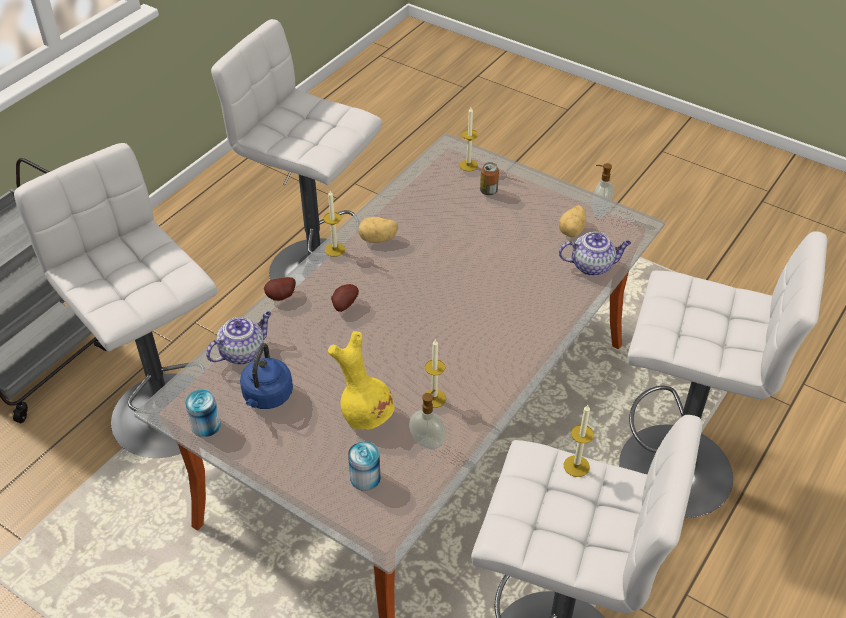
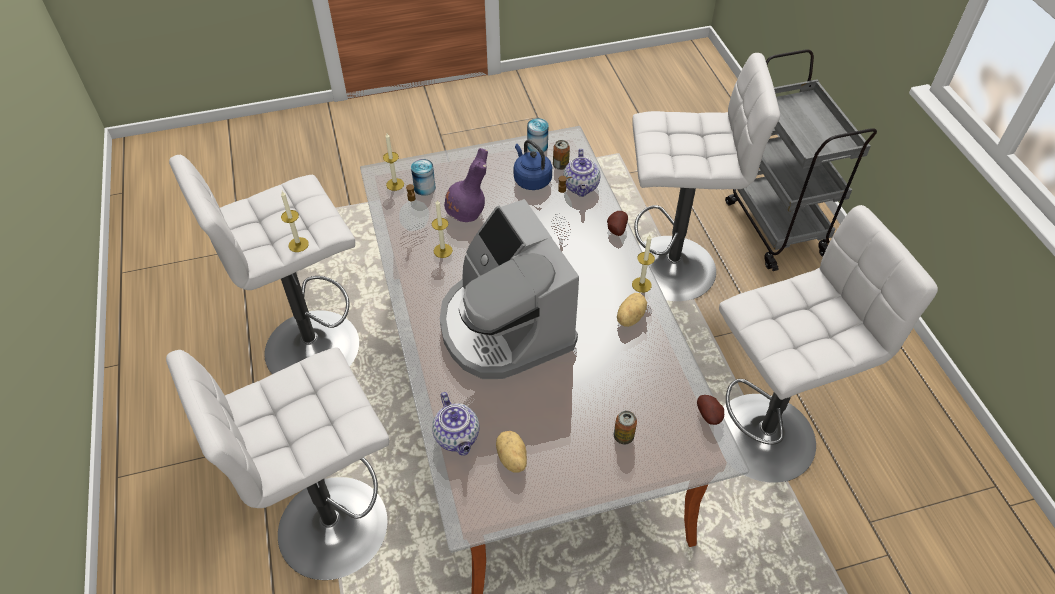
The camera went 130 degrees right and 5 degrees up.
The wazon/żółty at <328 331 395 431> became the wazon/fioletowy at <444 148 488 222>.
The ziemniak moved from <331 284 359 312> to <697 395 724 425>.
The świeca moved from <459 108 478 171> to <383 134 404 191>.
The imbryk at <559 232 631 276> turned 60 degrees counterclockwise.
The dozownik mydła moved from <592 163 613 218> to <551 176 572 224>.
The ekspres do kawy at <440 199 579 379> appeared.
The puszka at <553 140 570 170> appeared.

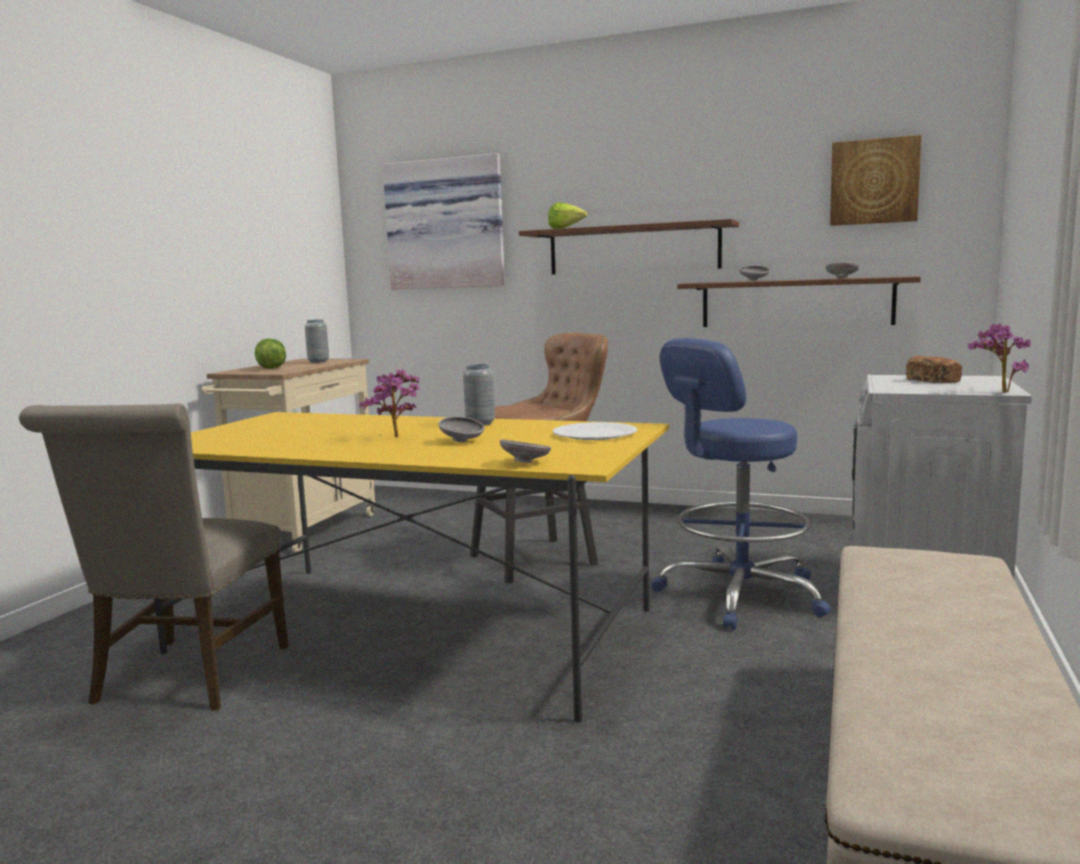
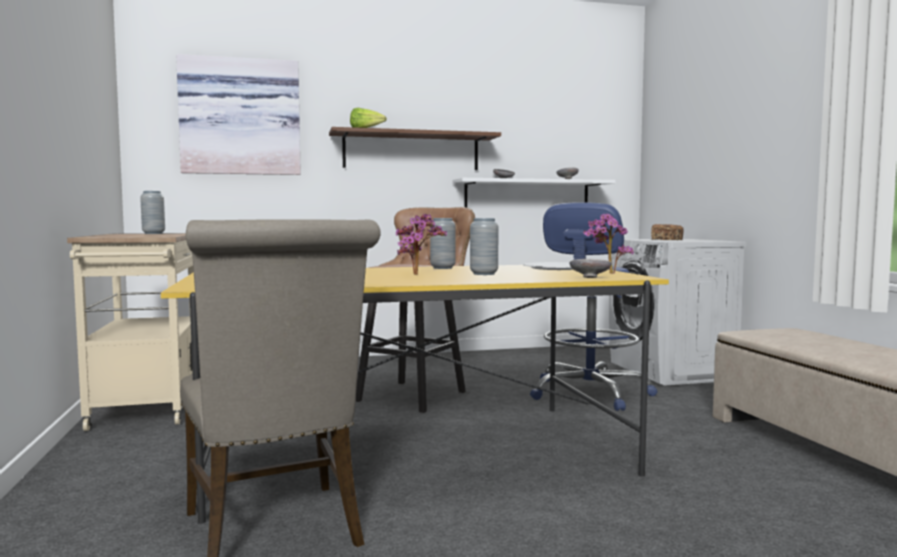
The camera went 35 degrees left and 5 degrees down.
The sałata at <255 338 286 369> disappeared.
The miska/szary at <439 417 485 442> was replaced by the wazon/szary at <470 218 498 275>.
The półka/brązowy at <677 276 921 327> became the półka/biały at <453 178 616 208>.
The obraz at <830 135 922 226> disappeared.
The roślina doniczkowa moved from <968 323 1031 393> to <583 213 634 274>.

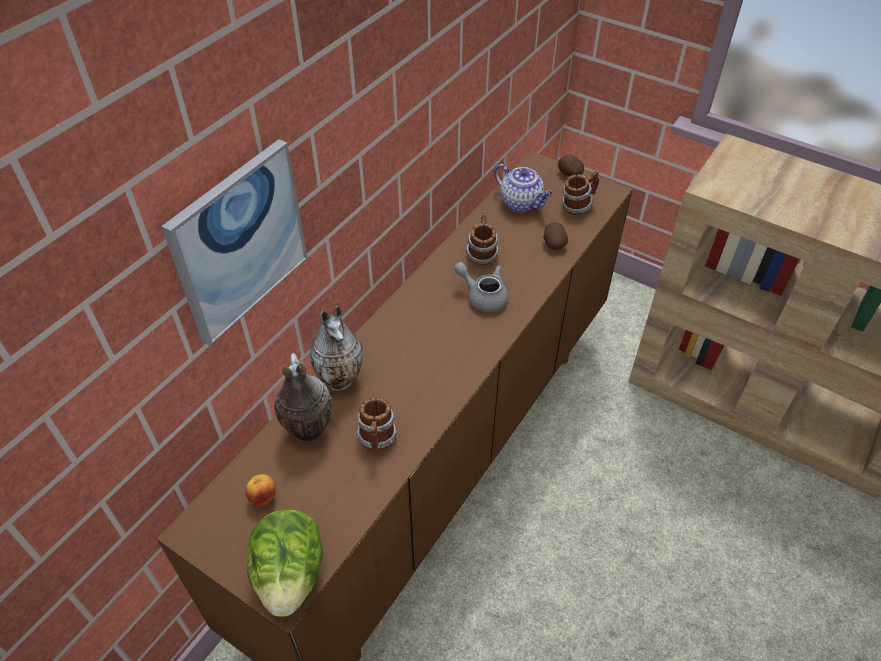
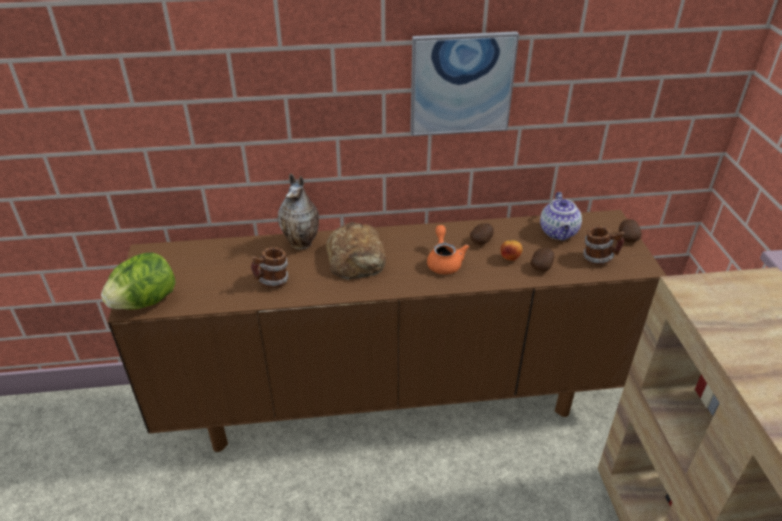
The camera went 50 degrees right and 10 degrees down.
The obraz moved from <161 139 307 346> to <410 31 519 136>.
The jabłko moved from <245 474 276 507> to <501 240 522 261>.
The wazon at <274 353 332 442> disappeared.
The imbryk/szary at <454 262 508 312> became the imbryk/pomarańczowy at <427 225 469 274>.
The kubek at <465 211 499 265> was replaced by the ziemniak at <470 223 494 245>.
The chleb at <326 222 386 280> appeared.

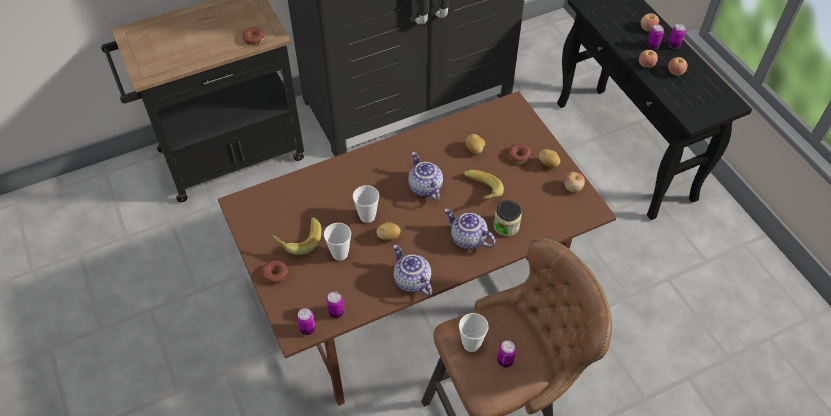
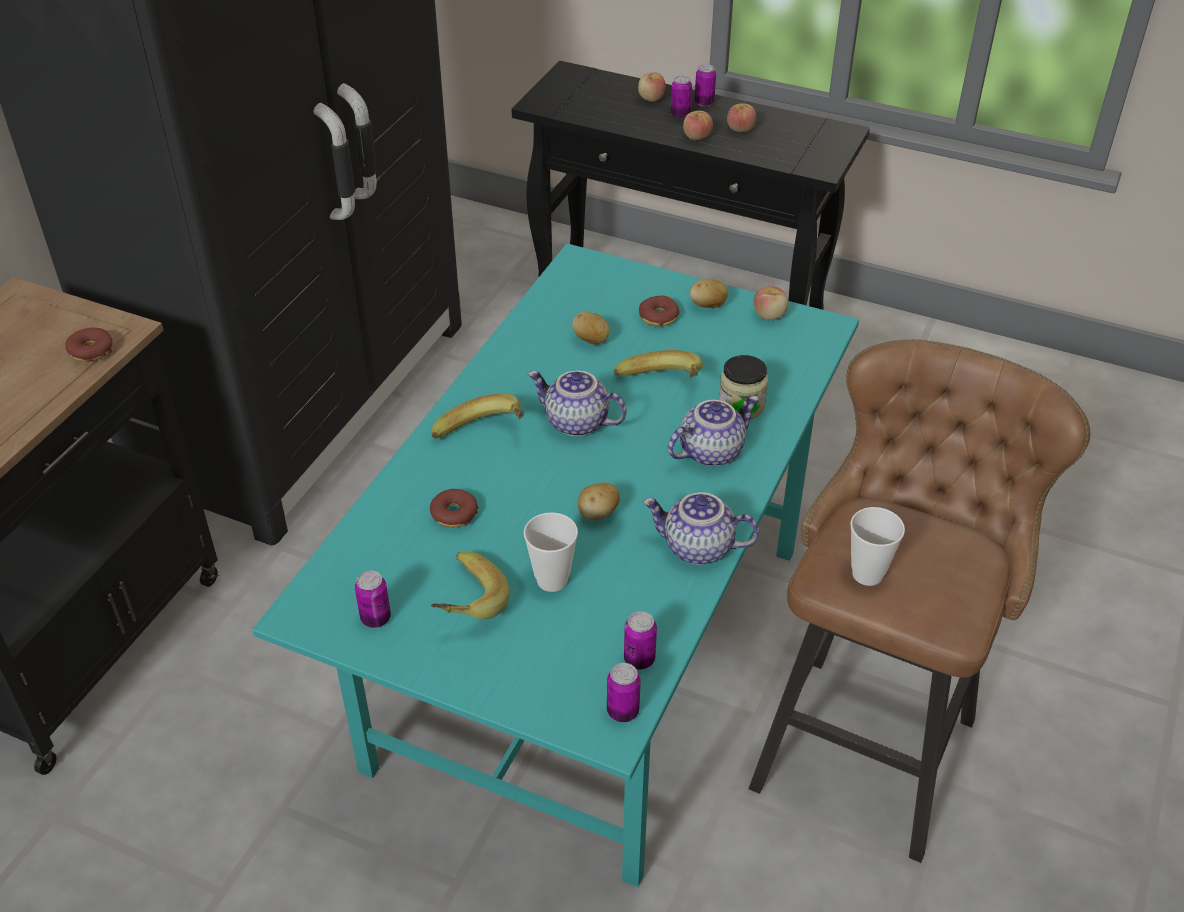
The camera went 40 degrees left and 10 degrees down.
The stół jadalny/brązowy at <218 91 617 406> became the stół jadalny/turkusowy at <252 243 859 887>.
The donut moved from <262 260 288 284> to <430 489 478 527>.
The filiżanka at <353 185 379 223> disappeared.
The imbryk at <445 208 496 249> turned 150 degrees clockwise.
The puszka moved from <497 340 516 367> to <355 571 391 628>.
The banan at <431 393 524 439> appeared.

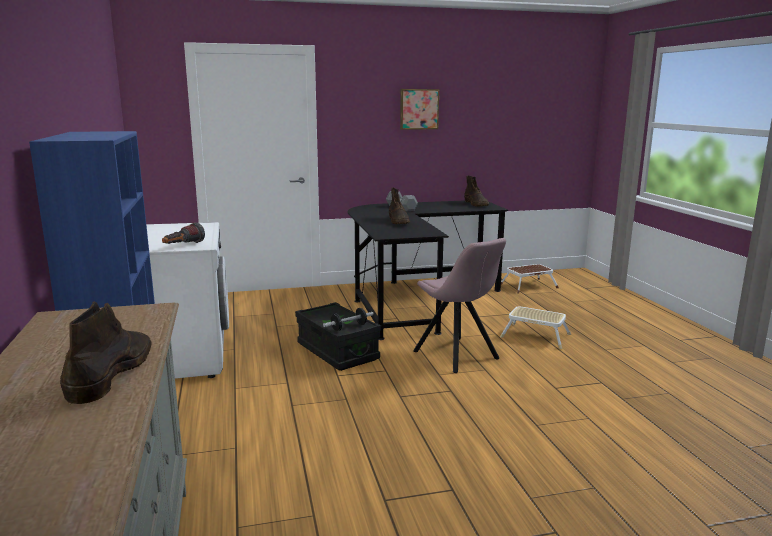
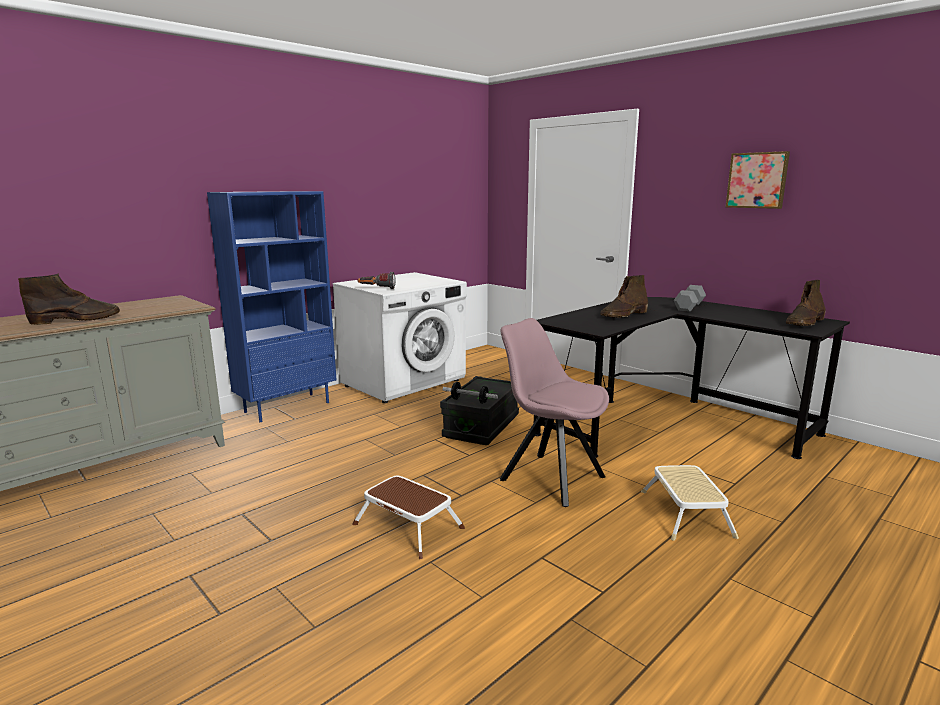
The camera went 60 degrees right and 0 degrees up.
The krzesło/różowy at <413 238 506 373> turned 105 degrees clockwise.
The drabinka/brązowy moved from <501 264 559 294> to <353 476 465 559>.

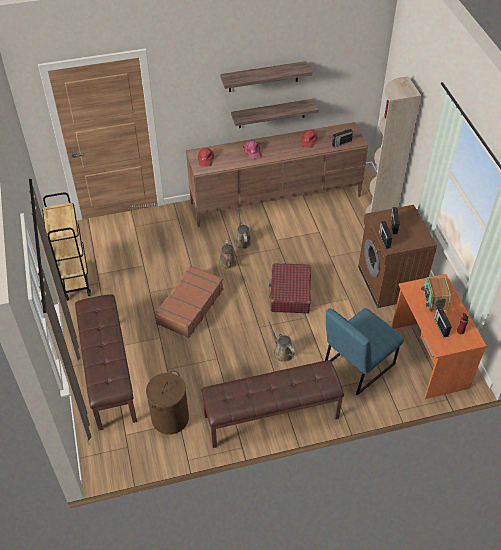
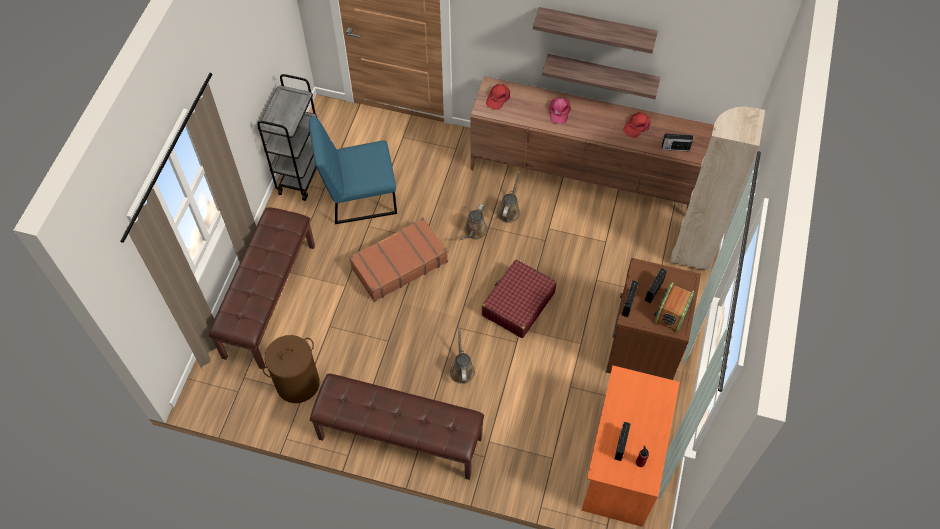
The camera went 30 degrees right and 10 degrees up.
The wózek/brązowy at <42 193 91 301> became the wózek/szary at <257 74 317 201>.
The krzesło/niebieski moved from <325 308 404 395> to <309 117 397 224>.
The radio moved from <421 276 451 312> to <654 282 694 332>.

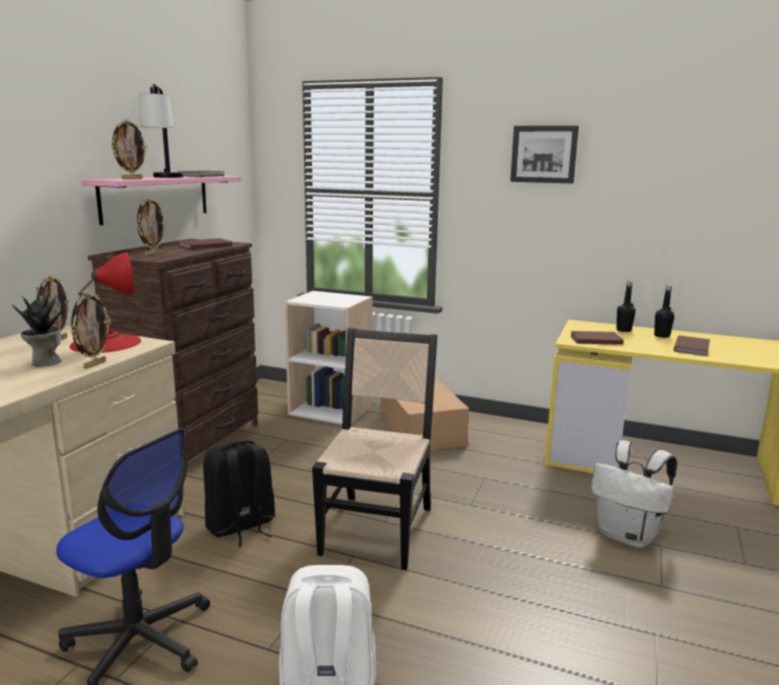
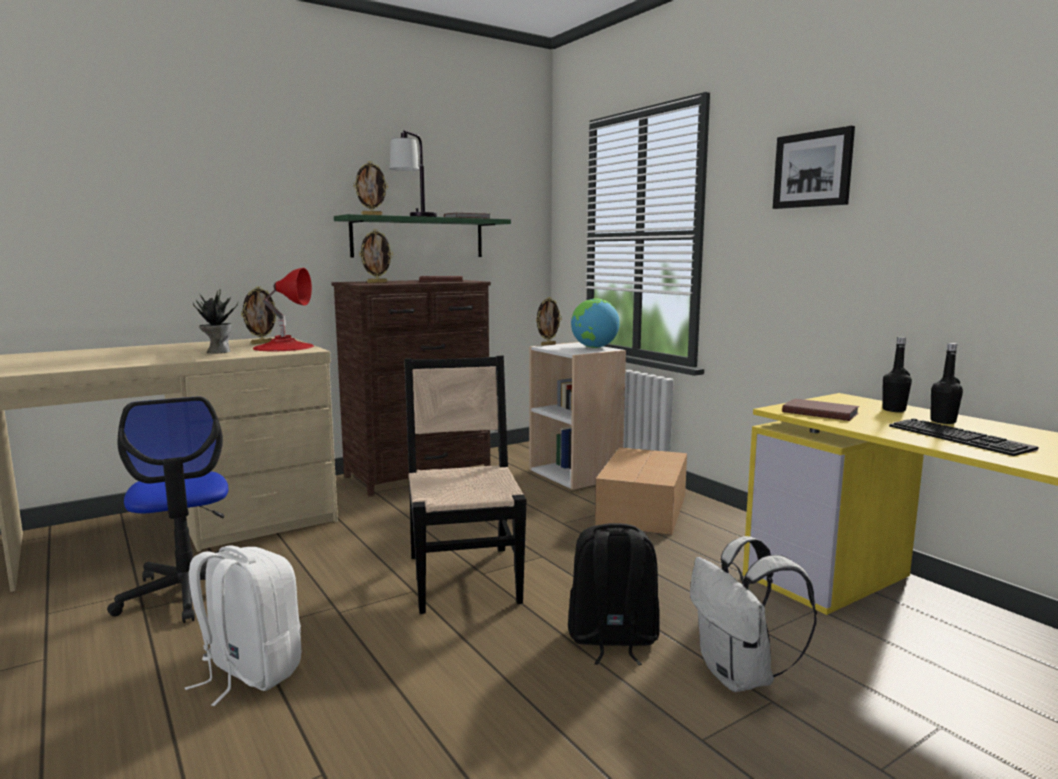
The camera went 35 degrees right and 5 degrees down.
The ramka na zdjęcie moved from <71 291 111 369> to <536 297 562 346>.
The półka/różowy at <81 176 242 225> became the półka/zielony at <334 214 511 257>.
The plecak/czarny moved from <203 440 276 547> to <568 523 660 665>.
The krzesło at <312 328 437 570> turned 60 degrees counterclockwise.
The książka/brązowy at <674 335 710 356> was replaced by the klawiatura at <889 418 1038 456>.
The globus at <571 298 620 348> appeared.

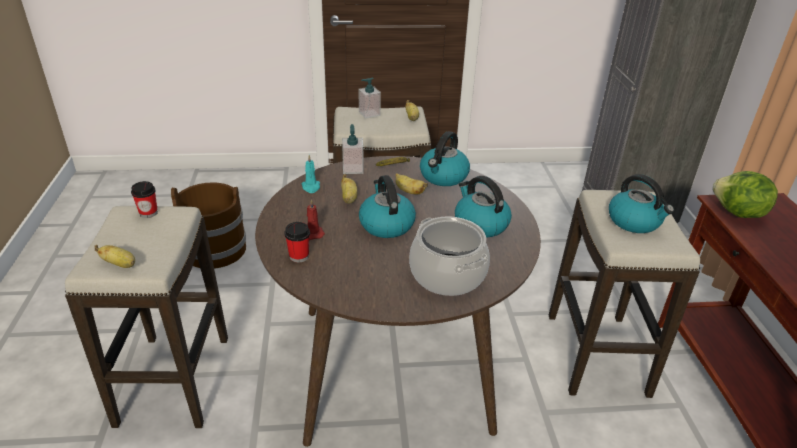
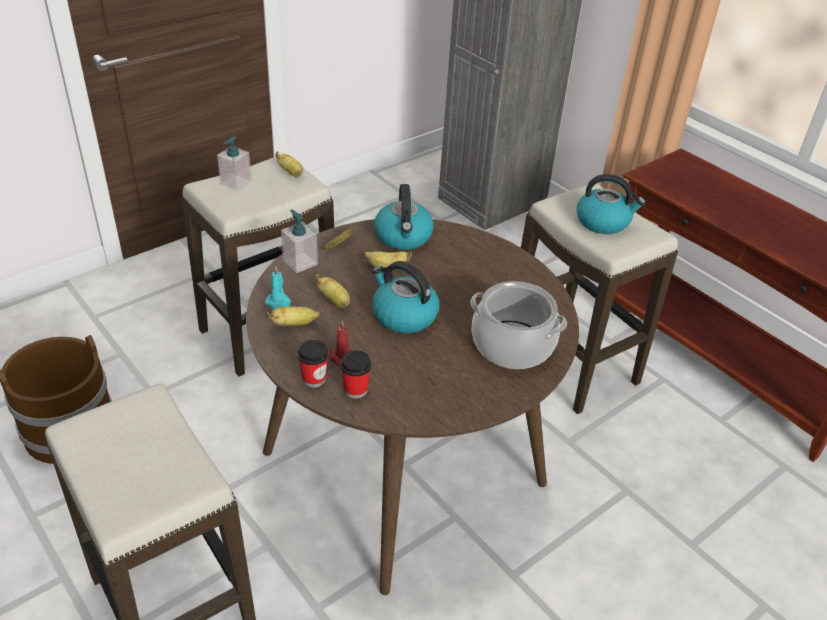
The camera went 35 degrees left and 5 degrees up.
The banan moved from <94 245 135 268> to <266 307 320 326>.
The filiżanka moved from <131 181 158 218> to <298 340 329 387>.
The czajnik at <455 176 512 238> disappeared.
The sałata at <712 171 778 218> disappeared.

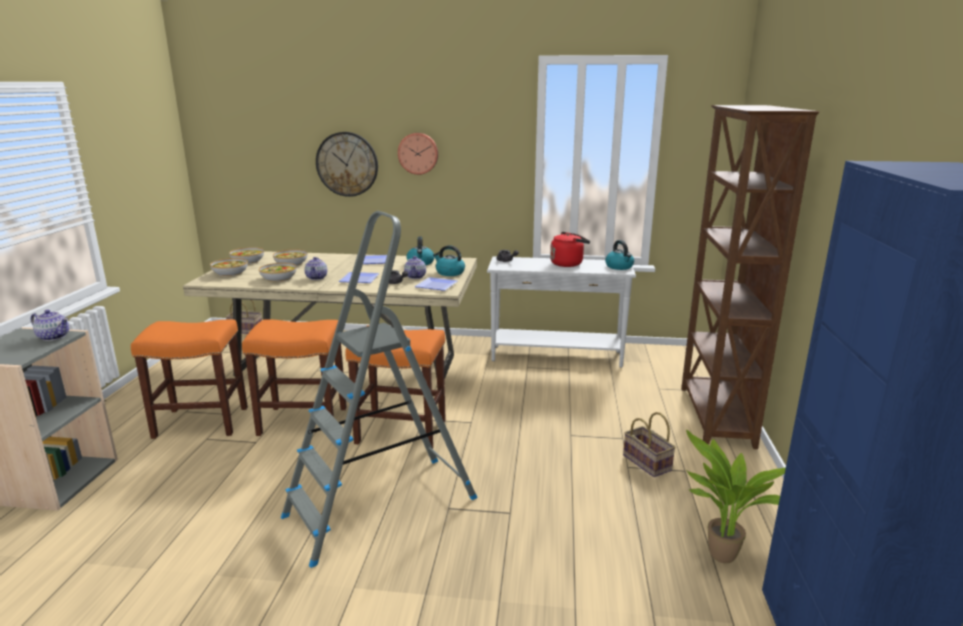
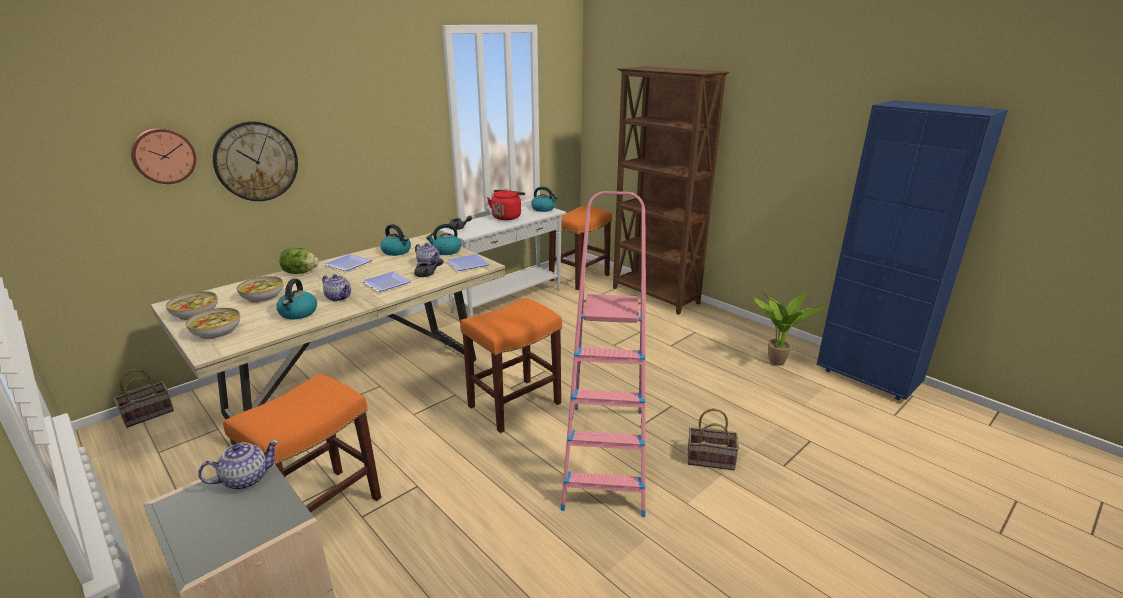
The camera went 50 degrees left and 5 degrees up.
The stołek/pomarańczowy moved from <242 319 347 436> to <549 206 612 290>.
The miska at <259 263 296 282> was replaced by the czajnik at <276 279 317 319>.
The drabinka/szary at <281 211 477 568> became the drabinka/różowy at <561 191 646 517>.
The zegar ścienny moved from <398 133 438 175> to <131 128 196 184>.
The koszyk moved from <623 412 676 477> to <688 408 739 470>.
The sałata at <279 247 319 274> appeared.

